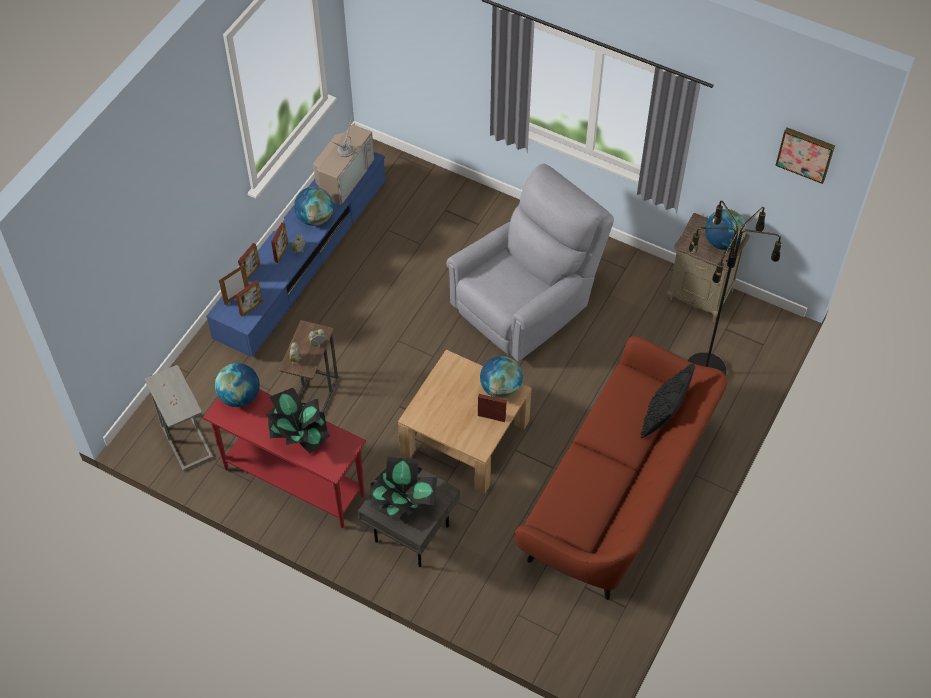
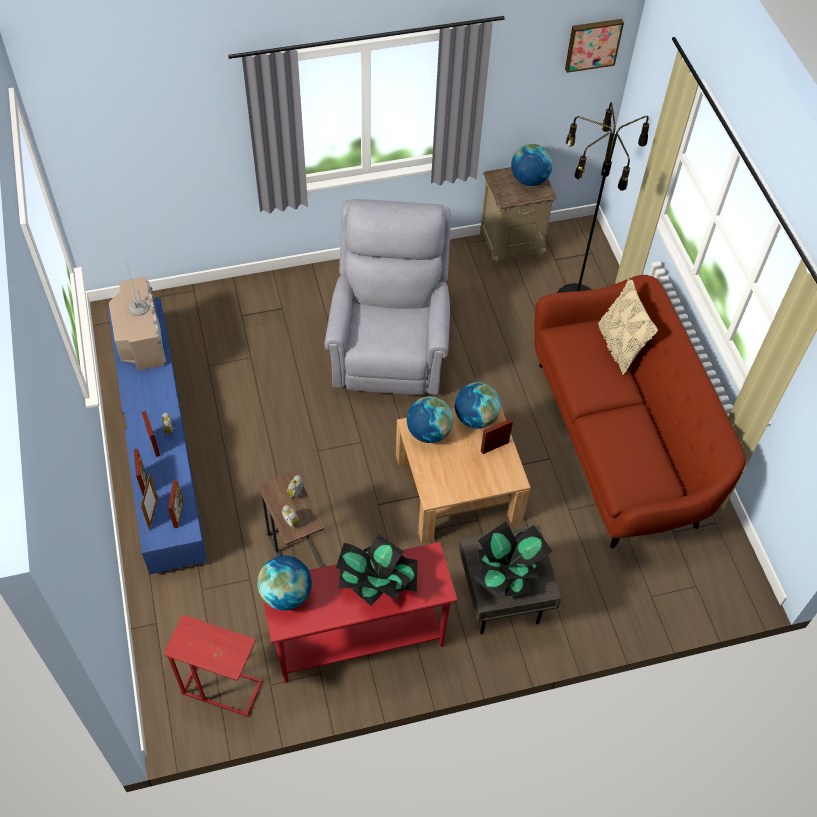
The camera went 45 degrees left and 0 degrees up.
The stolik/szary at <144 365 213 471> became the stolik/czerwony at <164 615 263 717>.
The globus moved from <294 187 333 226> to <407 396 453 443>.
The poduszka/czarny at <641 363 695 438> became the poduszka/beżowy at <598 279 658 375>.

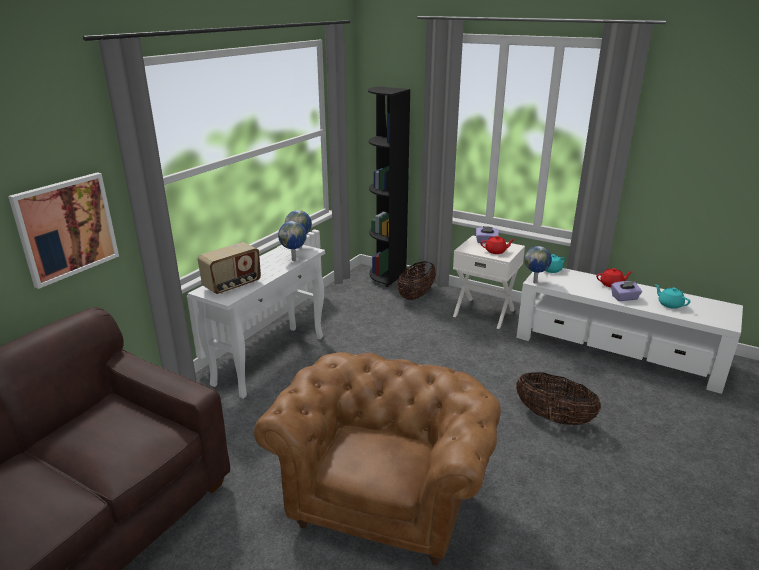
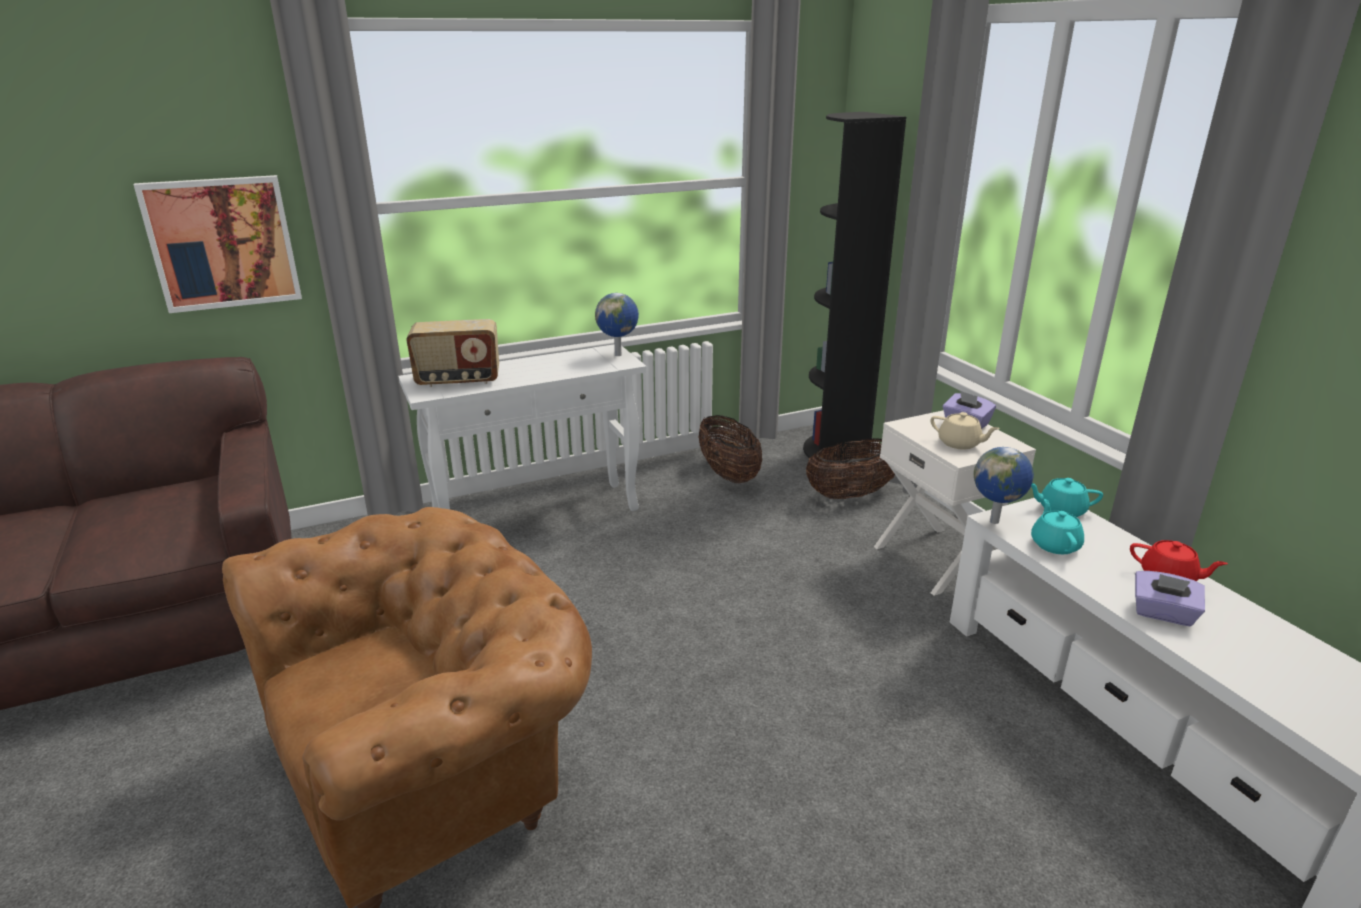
The camera went 35 degrees right and 0 degrees up.
The globus at <278 221 307 261> disappeared.
The imbryk/czerwony at <481 236 515 254> became the imbryk/beżowy at <931 412 1000 450>.
The koszyk moved from <516 372 601 425> to <698 415 762 483>.
The imbryk/turkusowy moved from <655 284 690 309> to <1031 499 1084 554>.

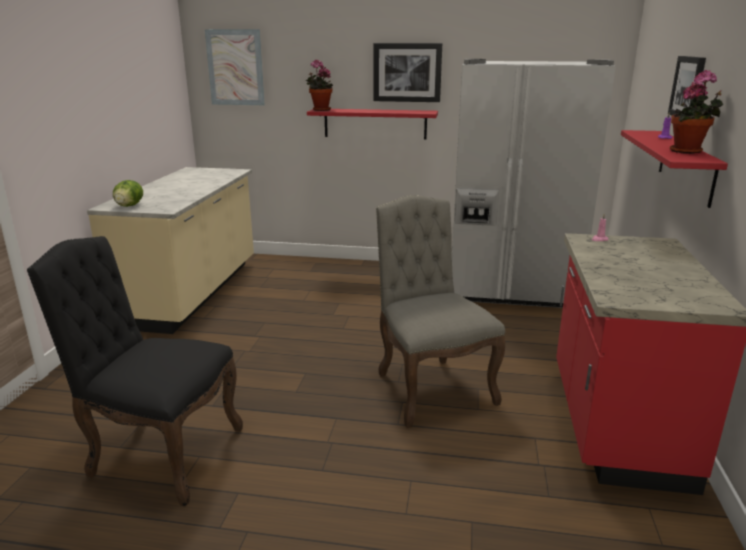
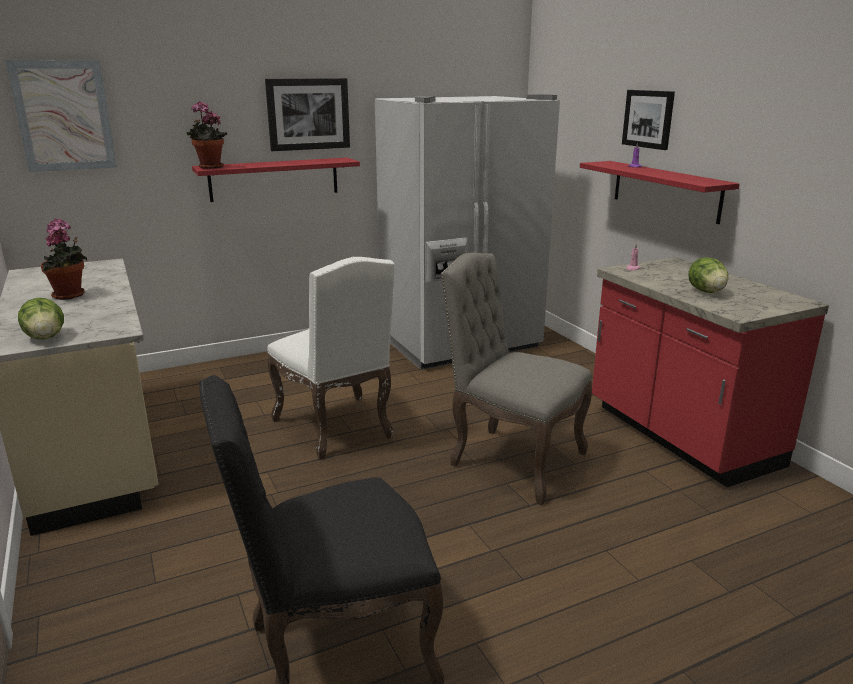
The camera went 35 degrees left and 0 degrees up.
The roślina doniczkowa moved from <670 70 723 154> to <41 219 87 300>.
The krzesło/biały at <267 257 395 459> appeared.
The sałata at <688 257 728 293> appeared.

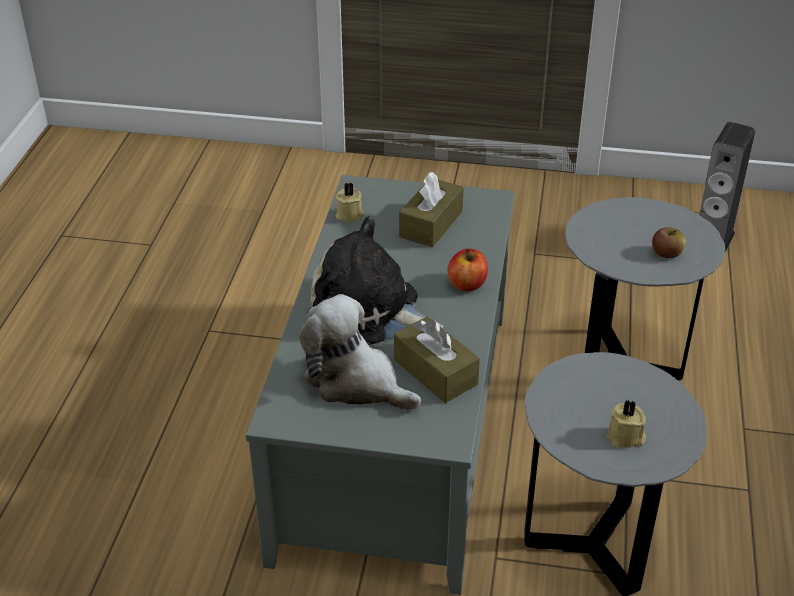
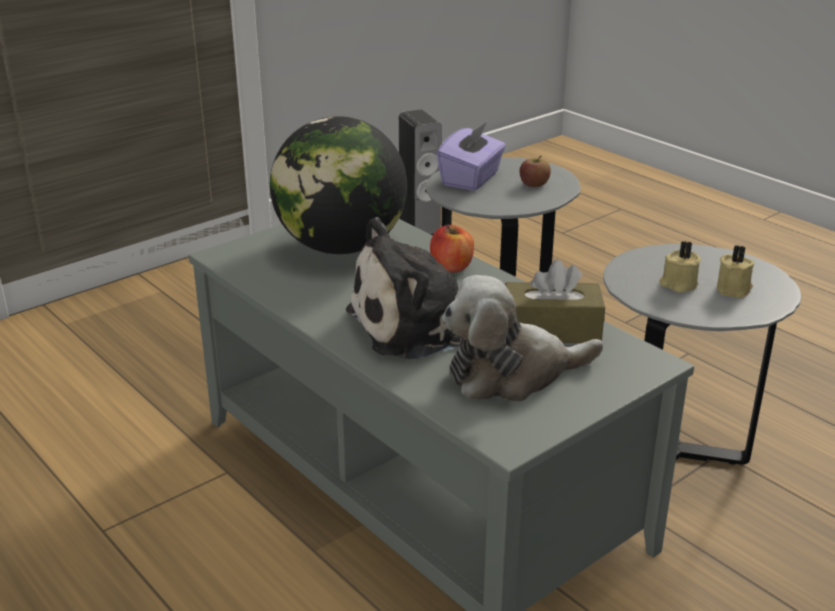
The camera went 50 degrees left and 10 degrees down.
The świeca/beżowy moved from <335 183 364 222> to <659 241 701 293>.
The pudełko chusteczek/brązowy at <399 172 464 247> was replaced by the globus at <270 116 407 254>.
The pudełko chusteczek/fioletowy at <437 121 506 191> appeared.

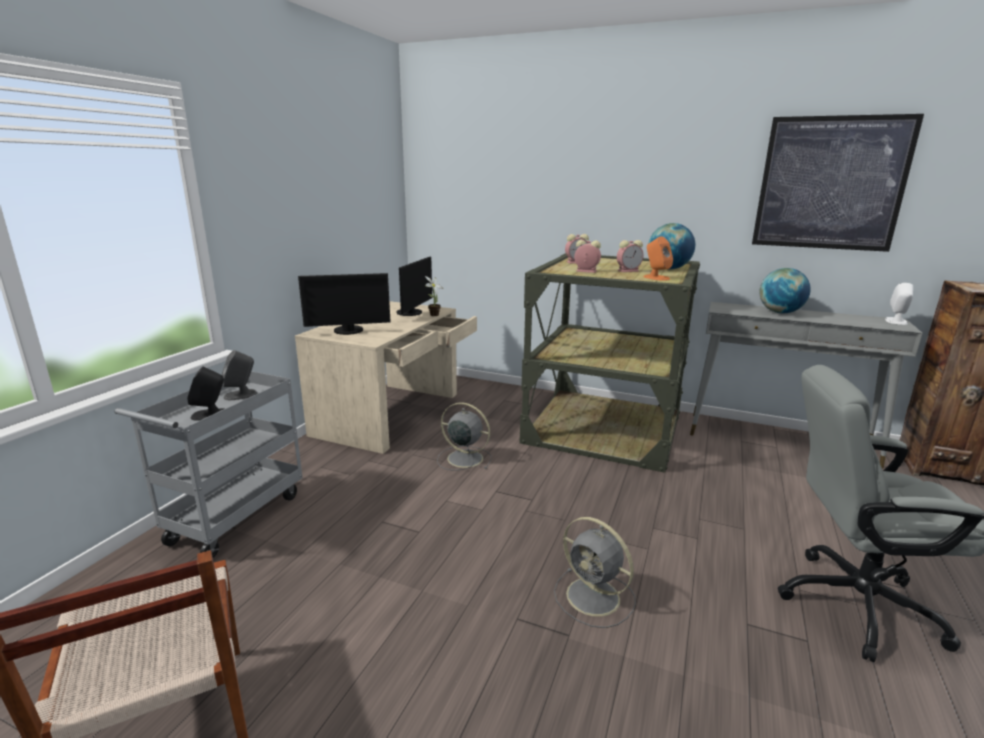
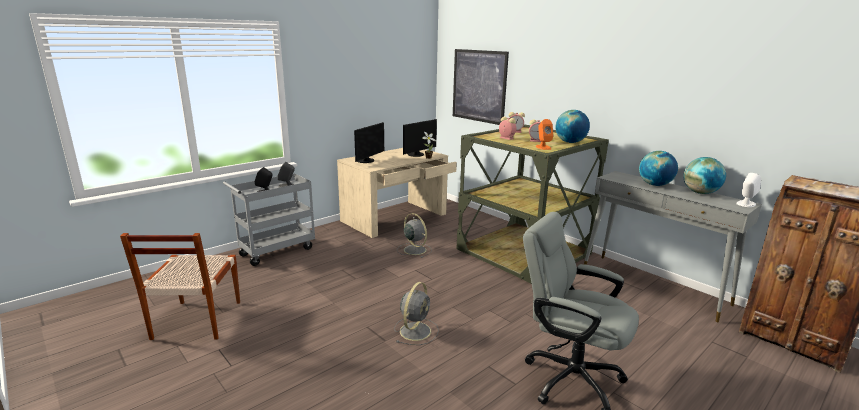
The camera went 25 degrees right and 0 degrees up.
The monitor at <298 273 391 335> turned 75 degrees counterclockwise.
The wentylator/szary at <554 517 636 628> turned 135 degrees counterclockwise.
The obraz moved from <752 114 924 252> to <453 49 509 125>.
The globus at <683 157 726 194> appeared.

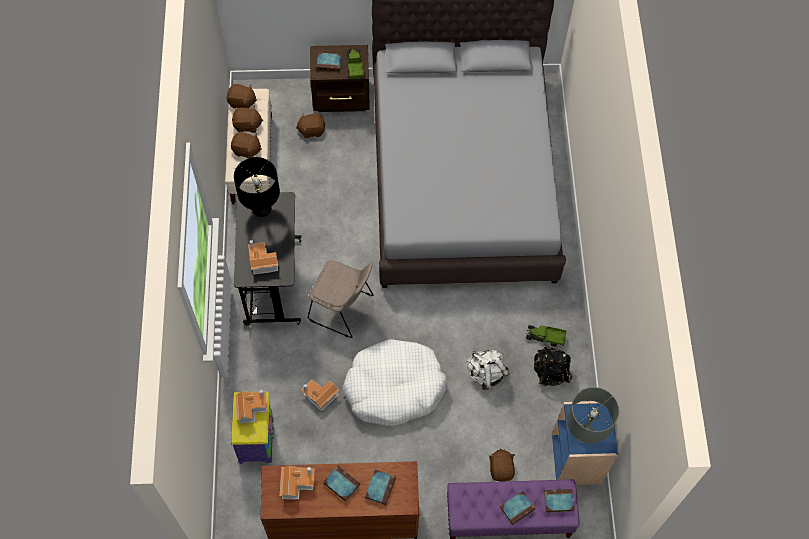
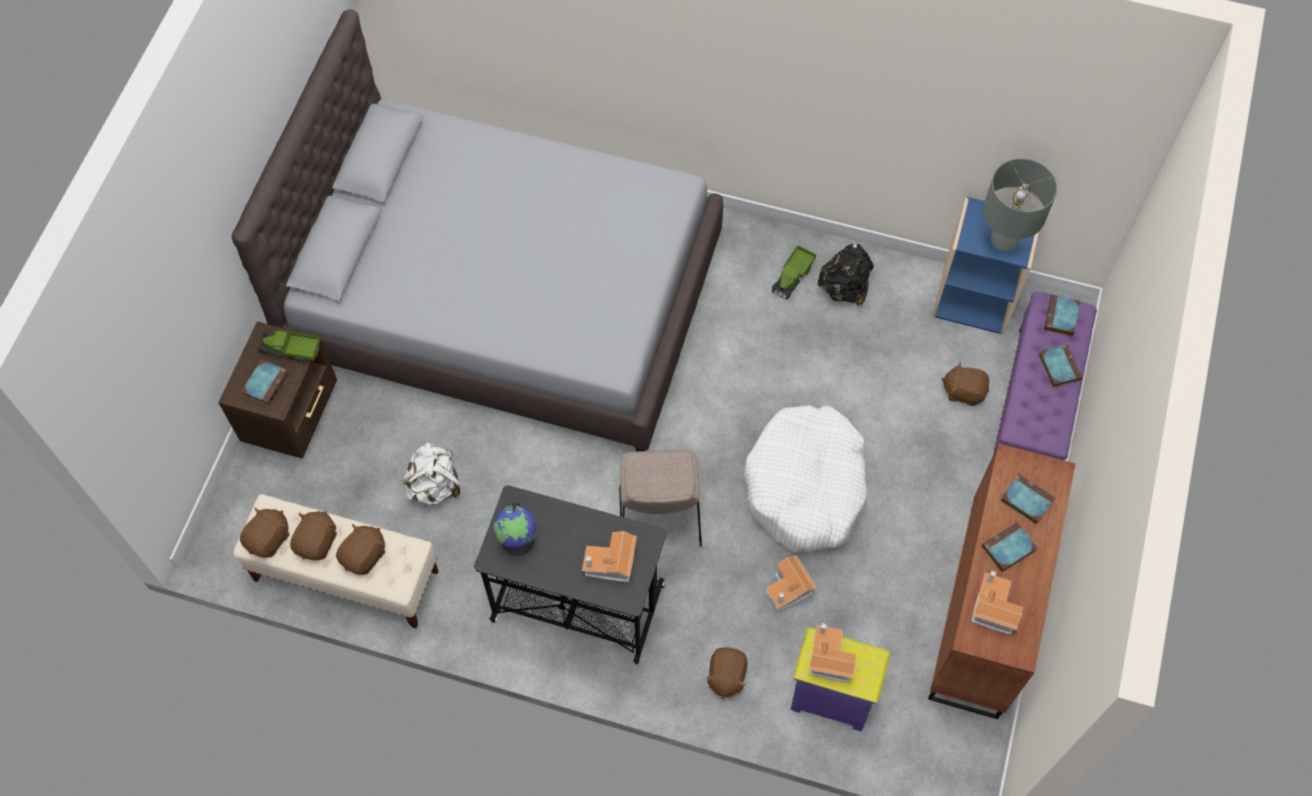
The camera went 70 degrees left and 0 degrees up.
The lampa stołowa/czarny at <234 157 280 217> was replaced by the globus at <494 503 536 556>.
The pluszak/brązowy moved from <296 113 326 138> to <706 647 747 699>.
The krzesło/beżowy at <308 260 374 338> turned 135 degrees clockwise.
The plecak/biały moved from <467 350 510 390> to <403 442 460 505>.

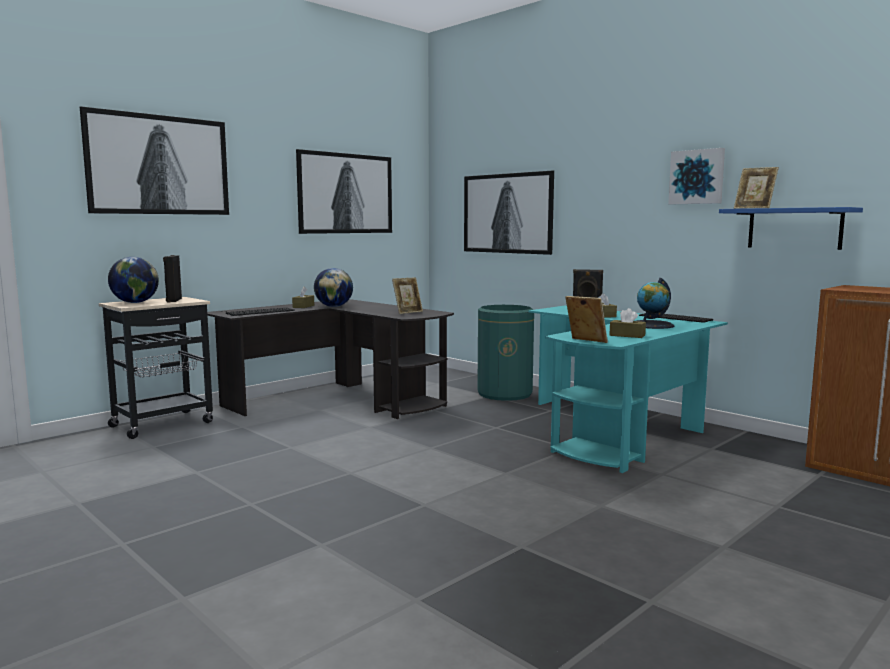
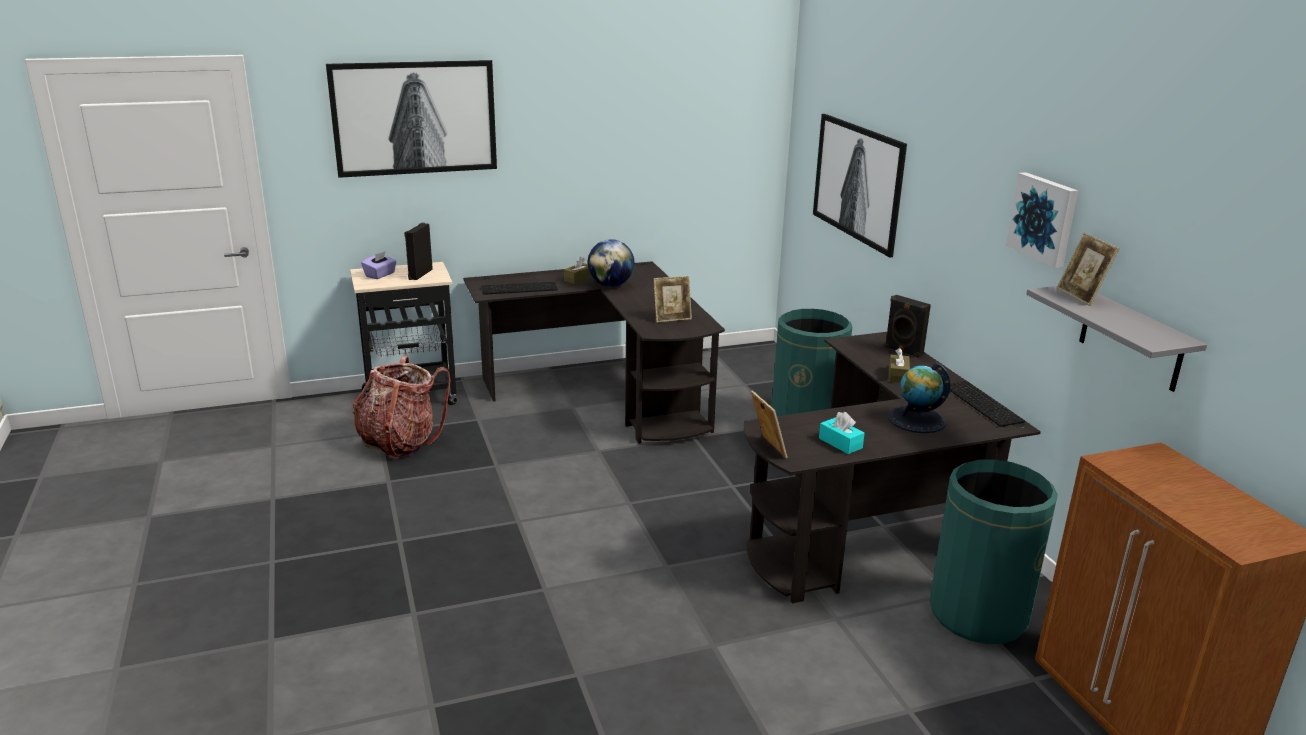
The camera went 25 degrees right and 15 degrees up.
The globus at <108 257 159 303> was replaced by the pudełko chusteczek/fioletowy at <361 251 397 279>.
The obraz at <296 149 392 234> disappeared.
The biurko/turkusowy at <529 306 728 473> became the biurko/czarny at <744 332 1041 603>.
The pudełko chusteczek/brązowy at <610 308 646 338> became the pudełko chusteczek/turkusowy at <819 412 865 454>.
The półka/niebieski at <719 207 863 250> became the półka/szary at <1026 286 1207 392>.
The plecak at <353 356 450 459> appeared.
The kosz na śmieci/zielony at <930 459 1058 644> appeared.

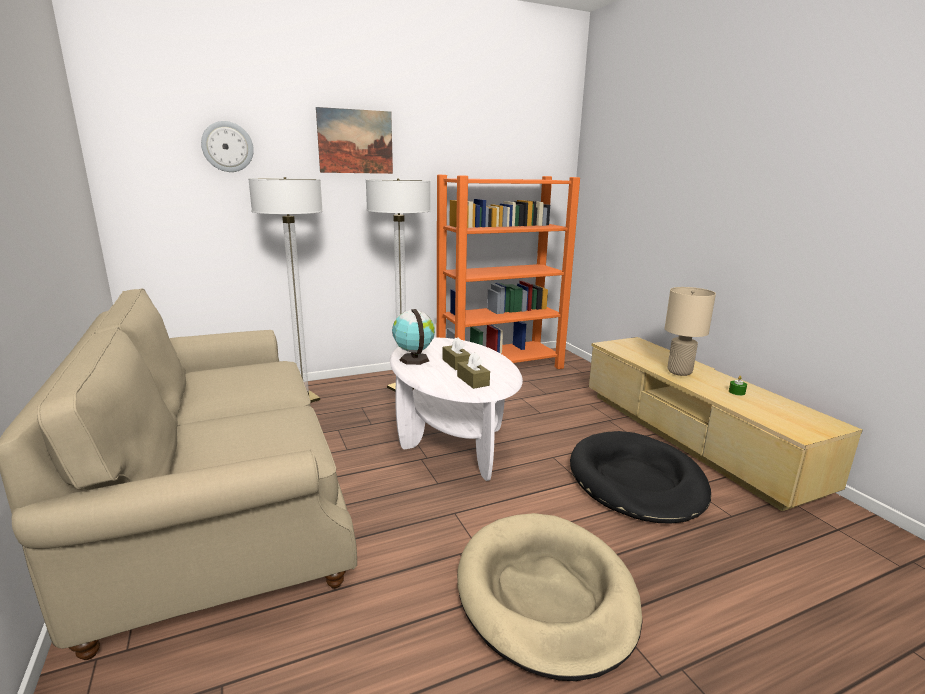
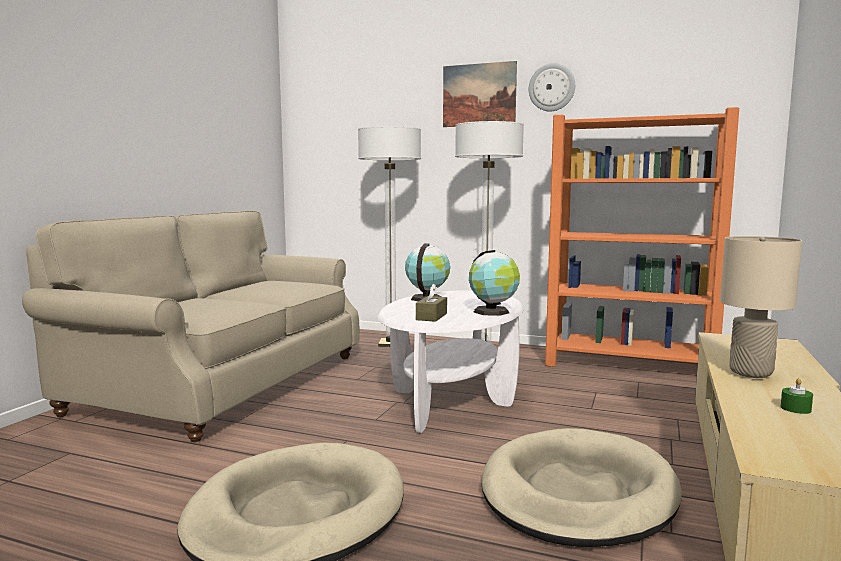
The camera went 45 degrees right and 10 degrees down.
The zegar ścienny moved from <201 121 254 172> to <529 63 575 111>.
The pudełko chusteczek/brązowy at <442 337 470 370> disappeared.
The legowisko/czarny at <570 431 711 523> became the legowisko/beżowy at <482 428 682 547>.
The globus at <469 250 520 316> appeared.

